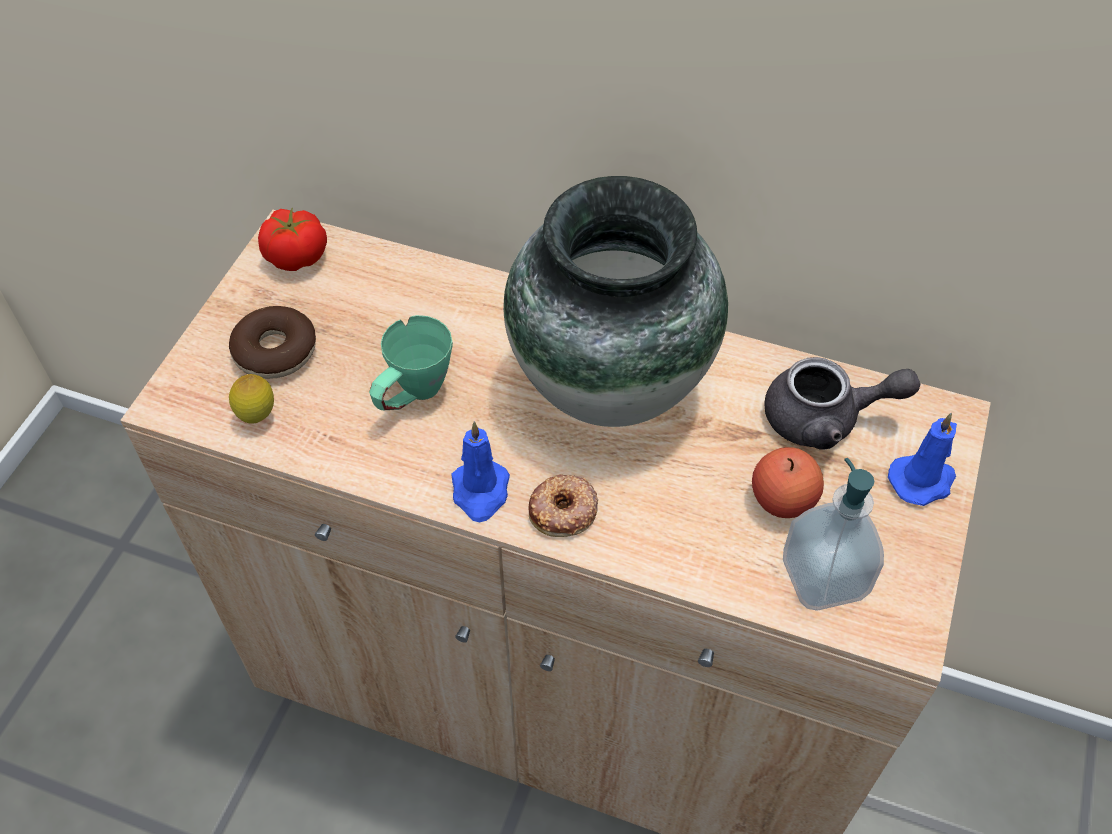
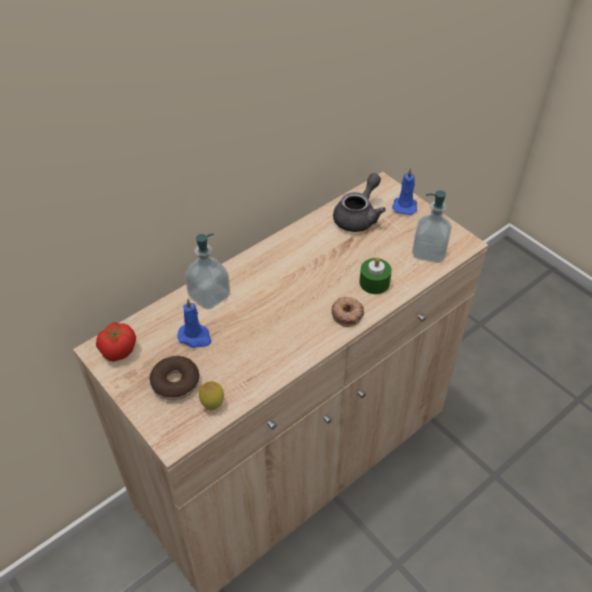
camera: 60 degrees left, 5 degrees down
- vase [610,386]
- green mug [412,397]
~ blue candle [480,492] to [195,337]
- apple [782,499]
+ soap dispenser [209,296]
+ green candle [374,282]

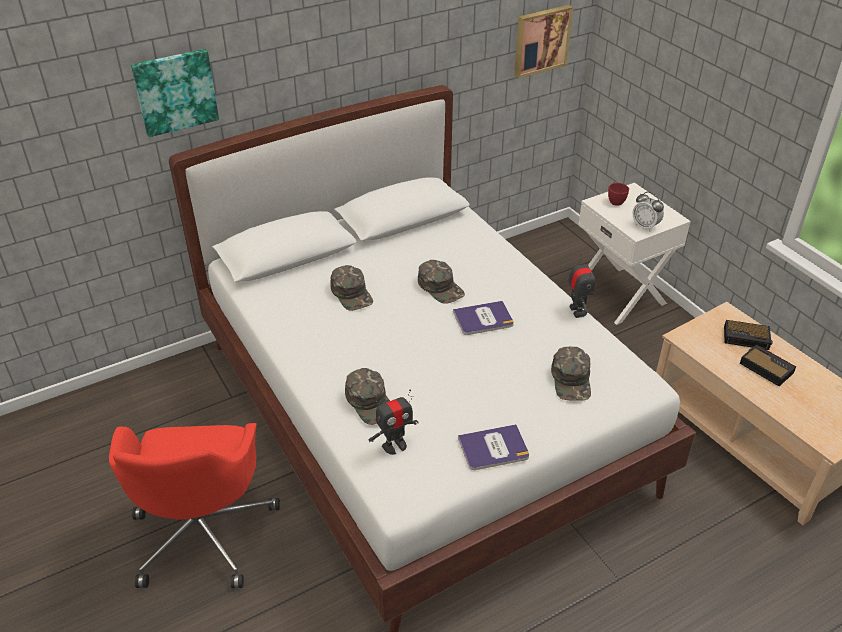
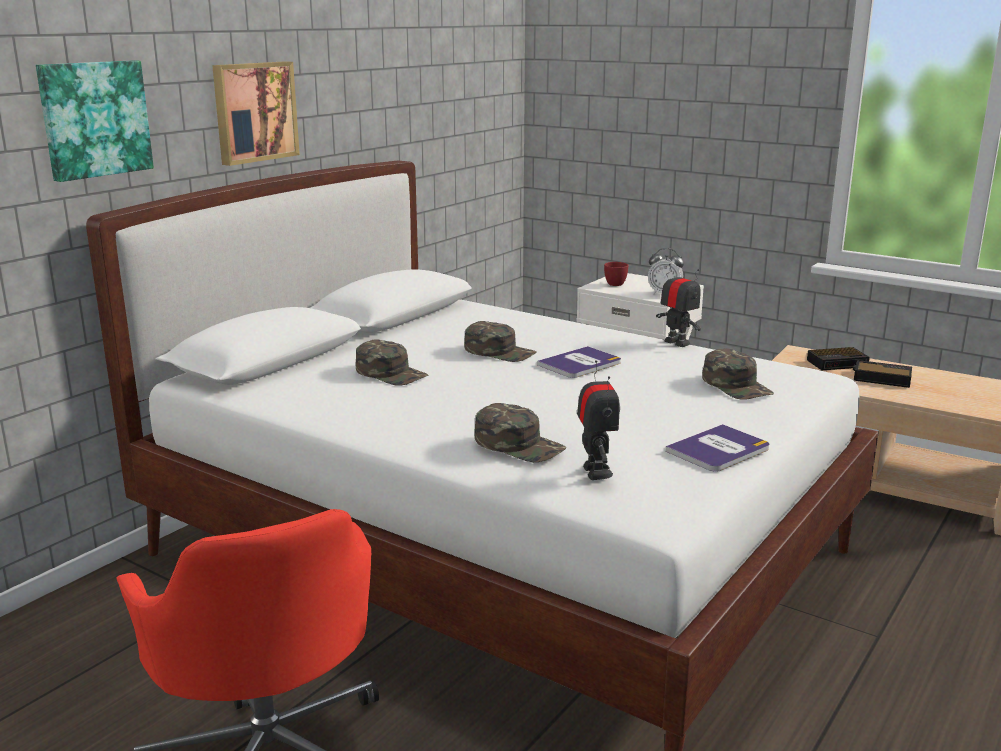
camera: 25 degrees left, 20 degrees down
~ picture [541,40] to [254,112]
~ toy robot [394,445] = [596,472] 45 degrees counterclockwise

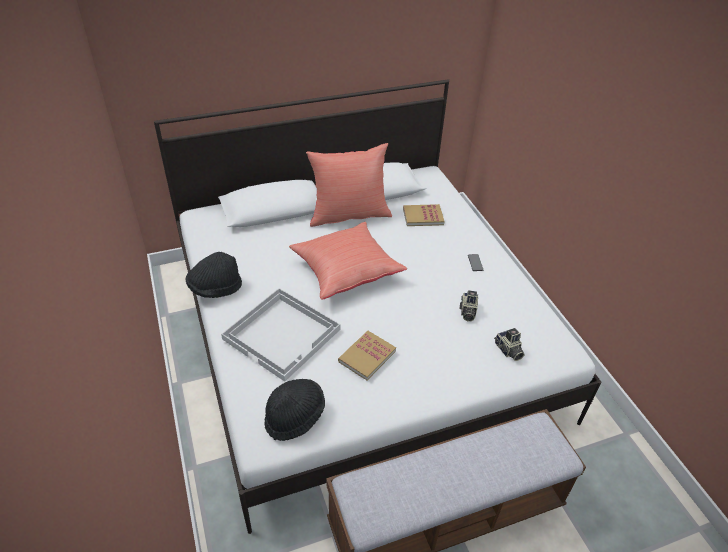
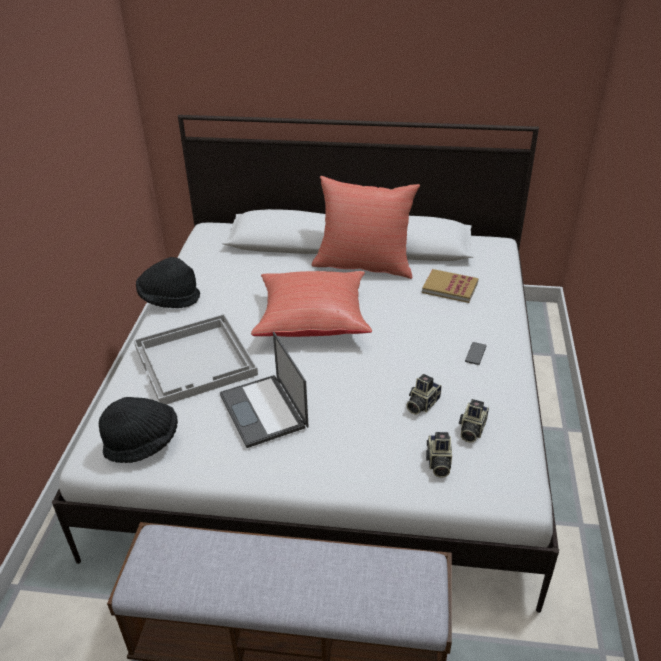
camera: 30 degrees right, 5 degrees down
~ book [367,356] to laptop [264,411]
+ photo camera [471,429]

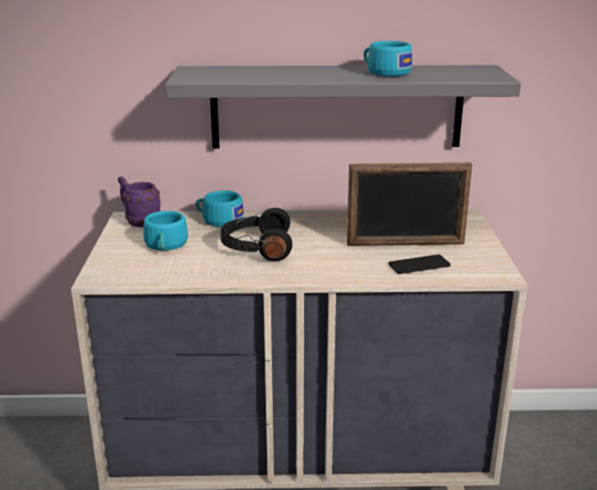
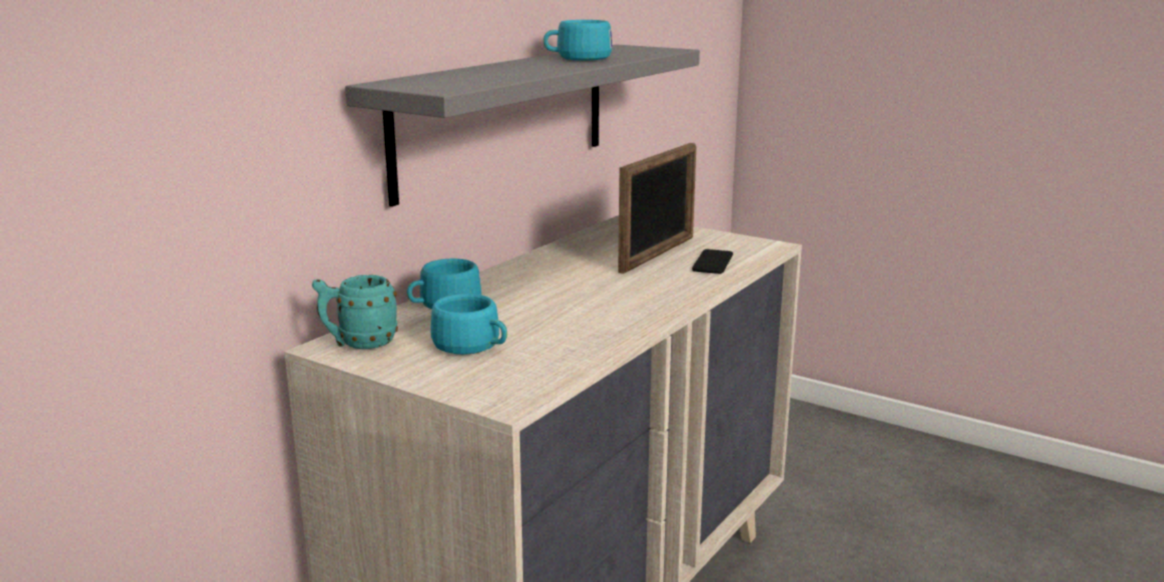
camera: 55 degrees left, 5 degrees down
~ purple mug [139,221] to turquoise mug [358,343]
- black headphones [256,248]

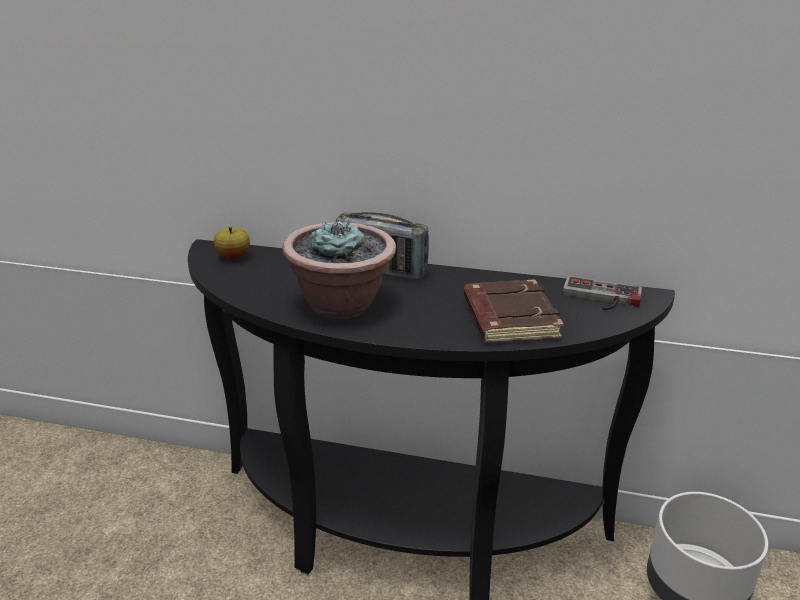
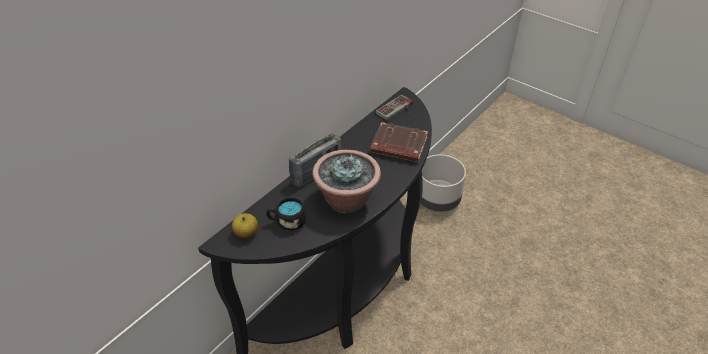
camera: 65 degrees left, 15 degrees up
+ black mug [287,222]

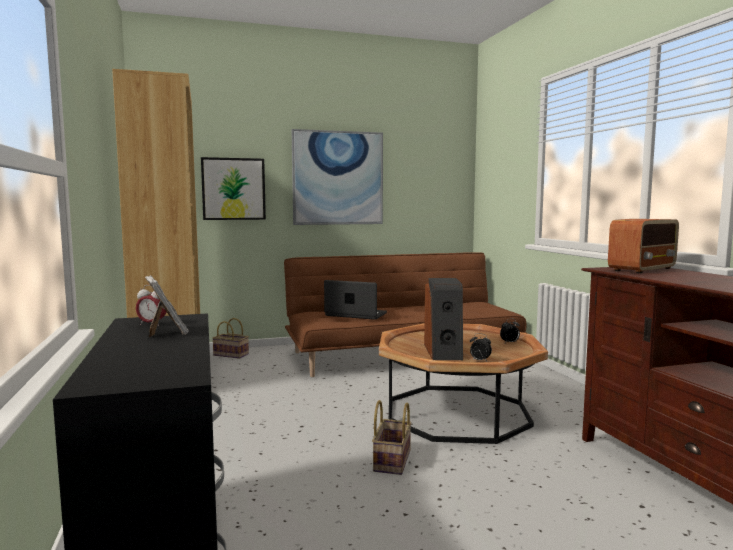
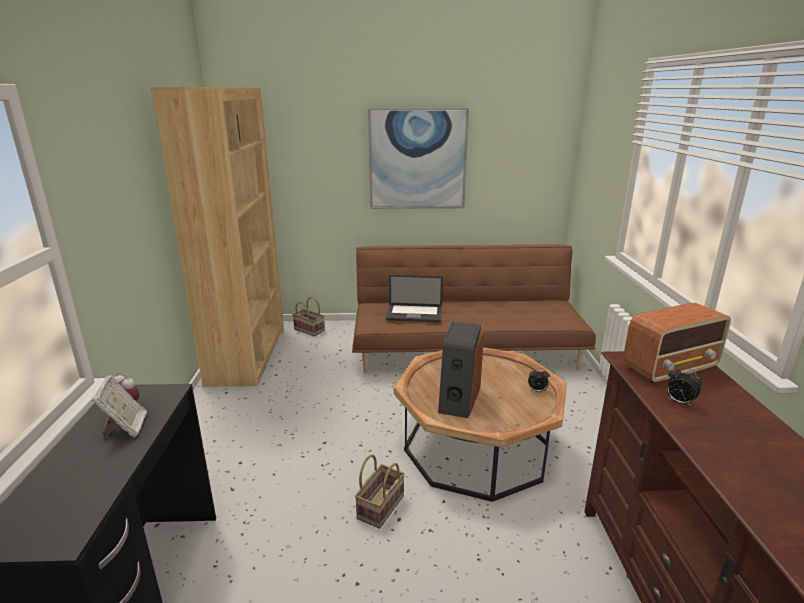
camera: 15 degrees right, 15 degrees up
- picture [233,189]
~ laptop [356,314] = [414,314] 150 degrees clockwise
~ alarm clock [479,361] to [678,402]

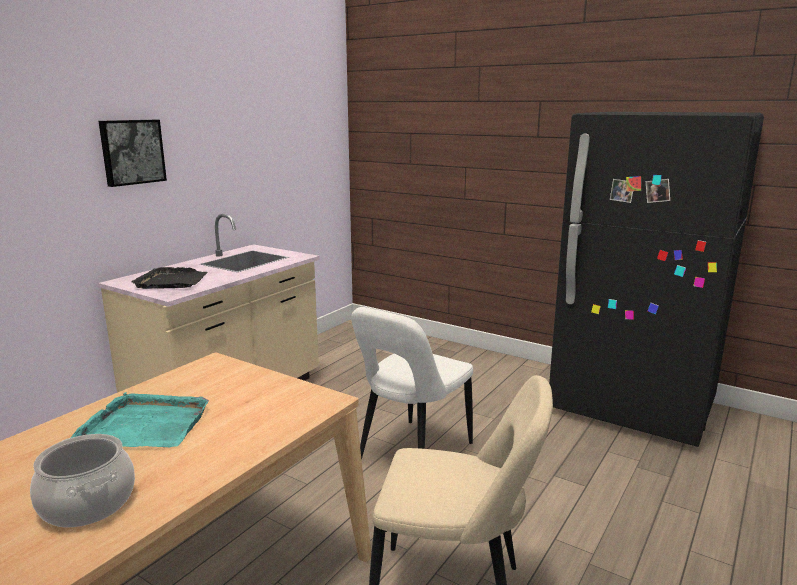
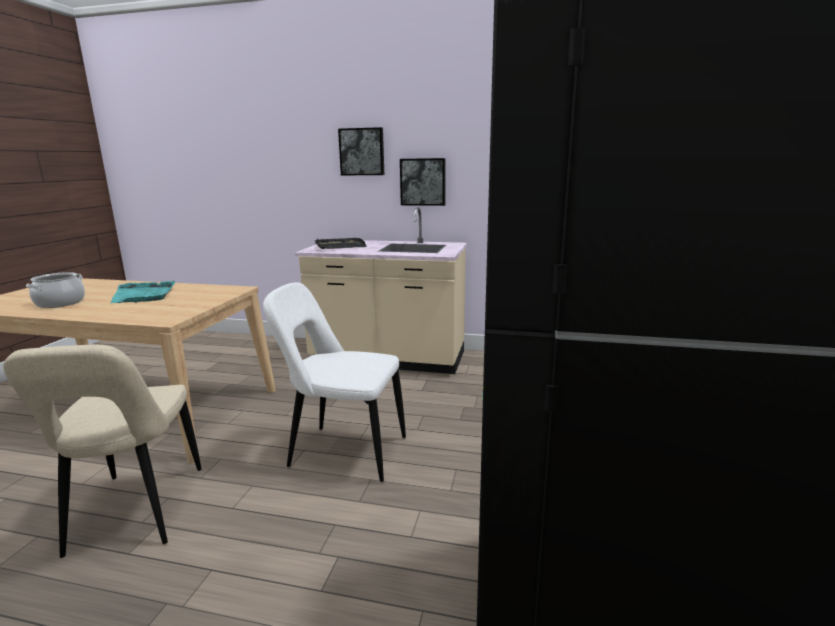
camera: 70 degrees right, 0 degrees up
+ picture [423,182]

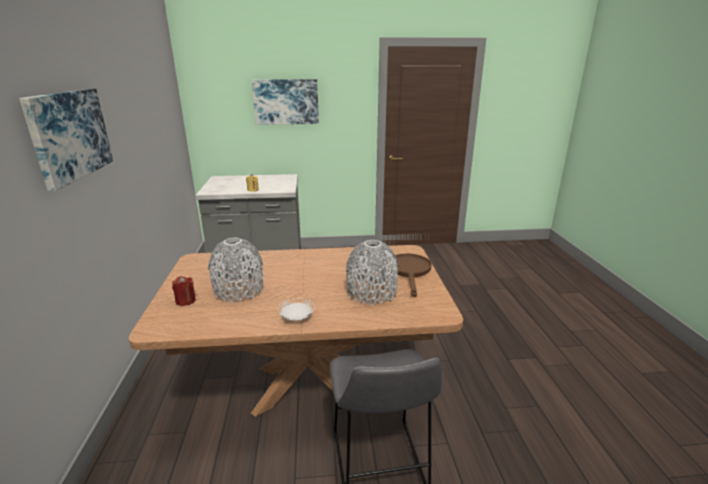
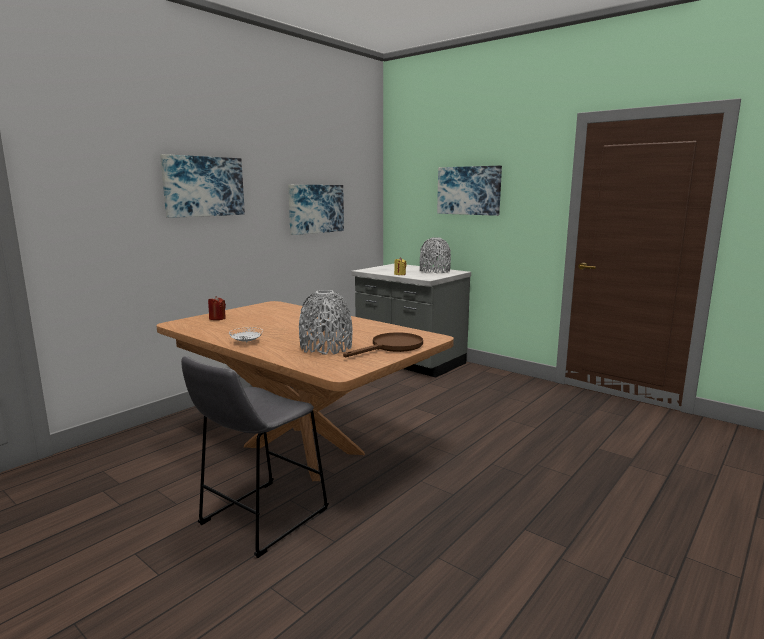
camera: 45 degrees right, 10 degrees down
~ grey vase [239,290] to [434,271]
+ picture [315,209]

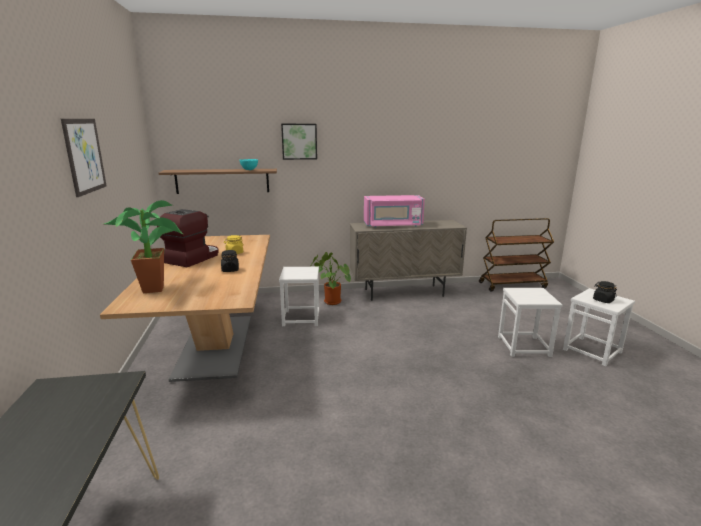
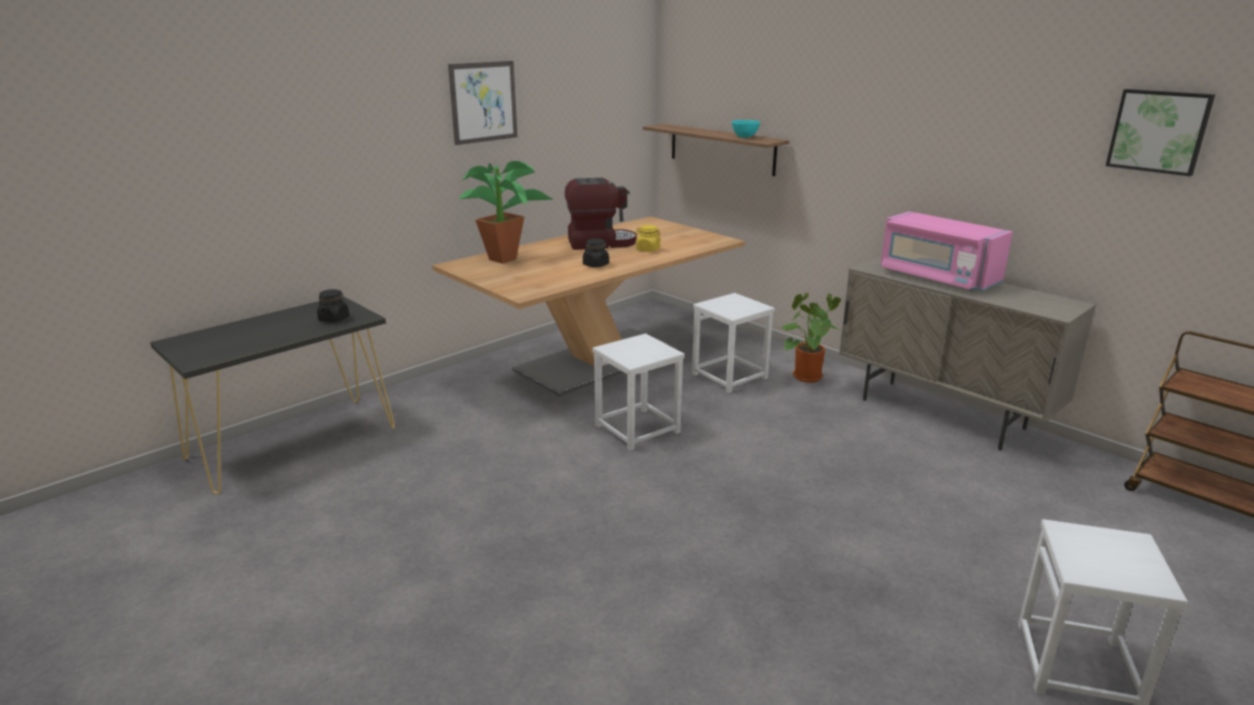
camera: 55 degrees right, 5 degrees up
~ picture [299,141] to [1159,131]
~ black jar [603,300] to [334,319]
~ white stool [524,346] to [637,429]

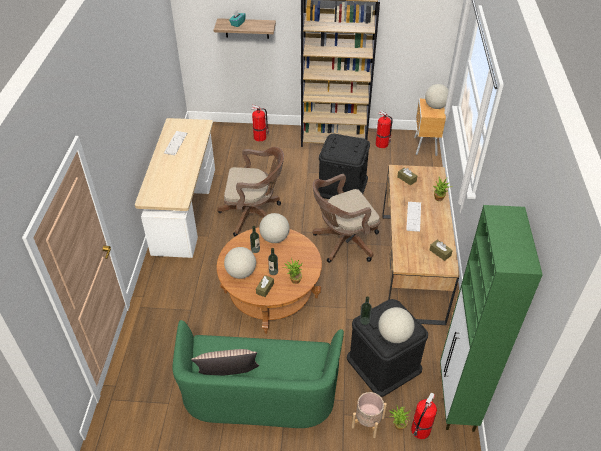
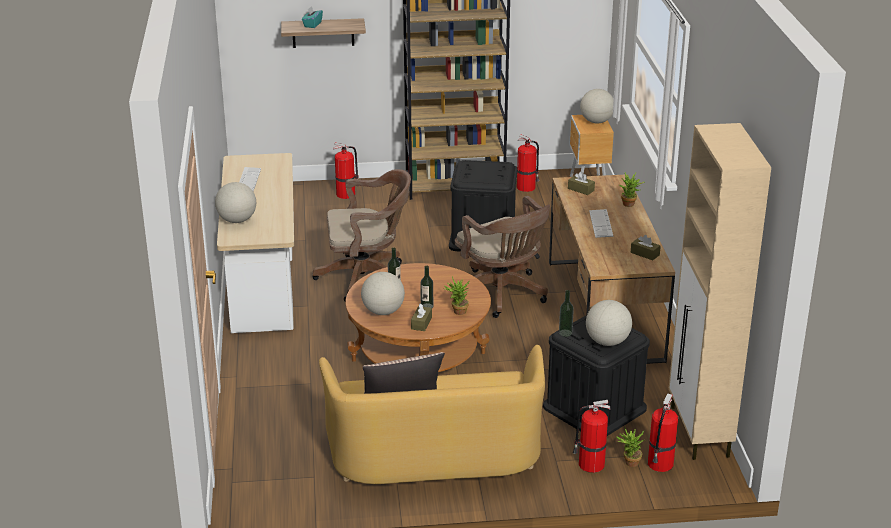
camera: 10 degrees left, 15 degrees down
~ brown office chair [343,242] = [502,295] 90 degrees counterclockwise
~ green cabinet [456,401] to beige cabinet [699,432]
~ globe [274,238] to [237,220]
~ green sofa [259,393] to yellow sofa [435,453]
~ beige planter [368,422] to fire extinguisher [590,464]

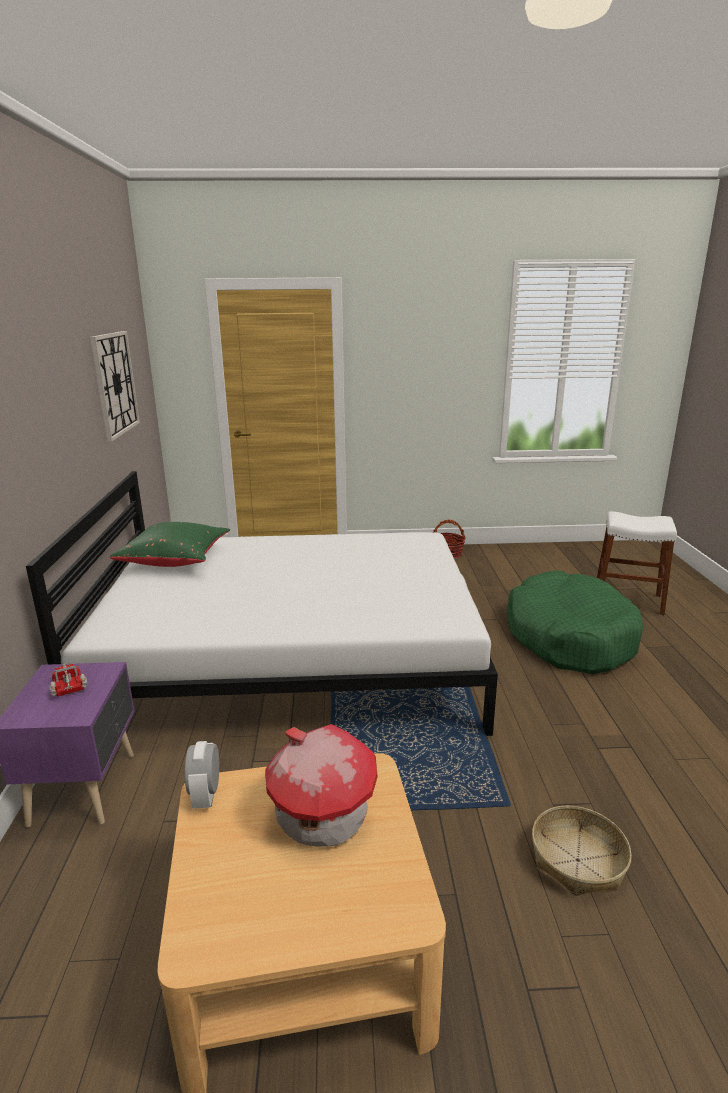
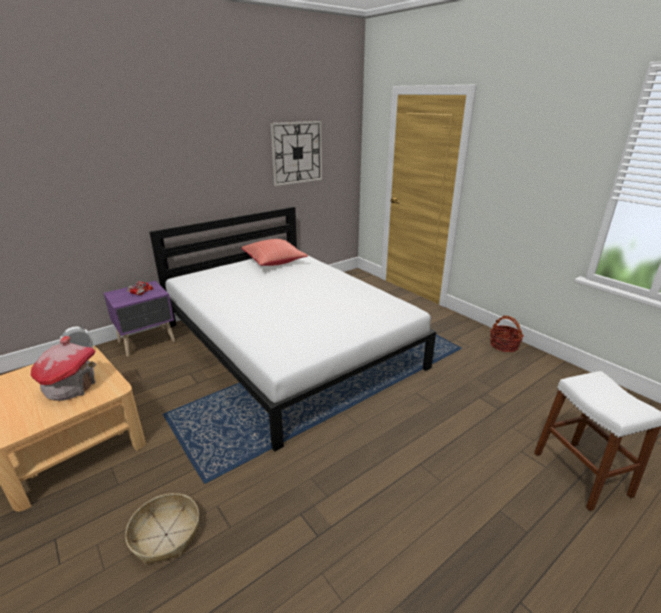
camera: 55 degrees right, 5 degrees up
~ green pillow [176,560] to red pillow [274,262]
- green dog bed [569,637]

